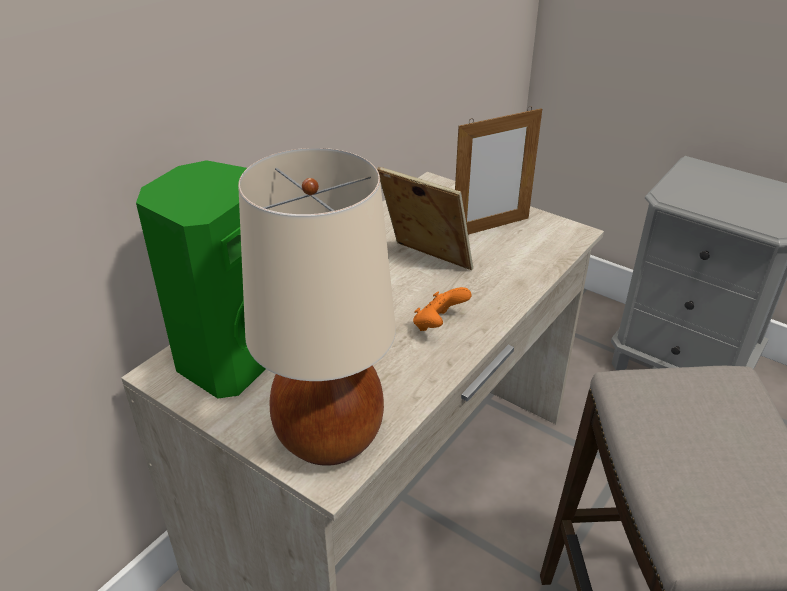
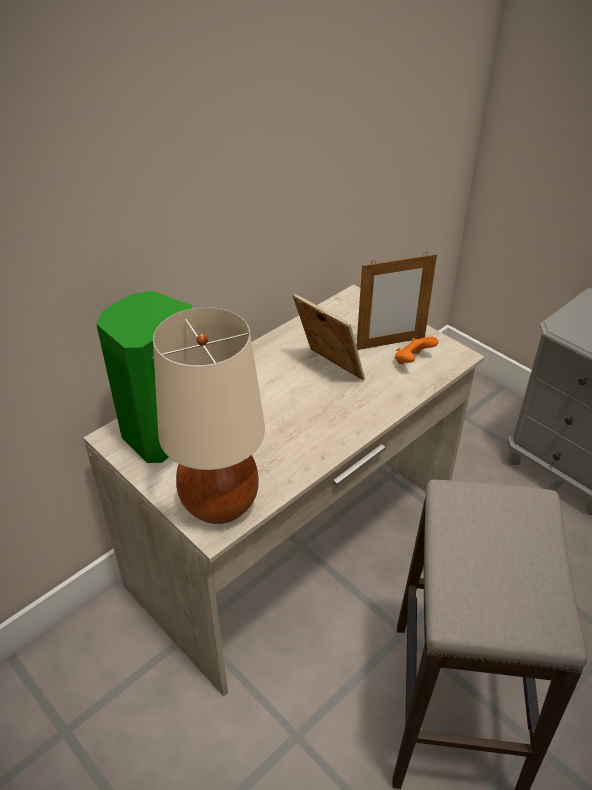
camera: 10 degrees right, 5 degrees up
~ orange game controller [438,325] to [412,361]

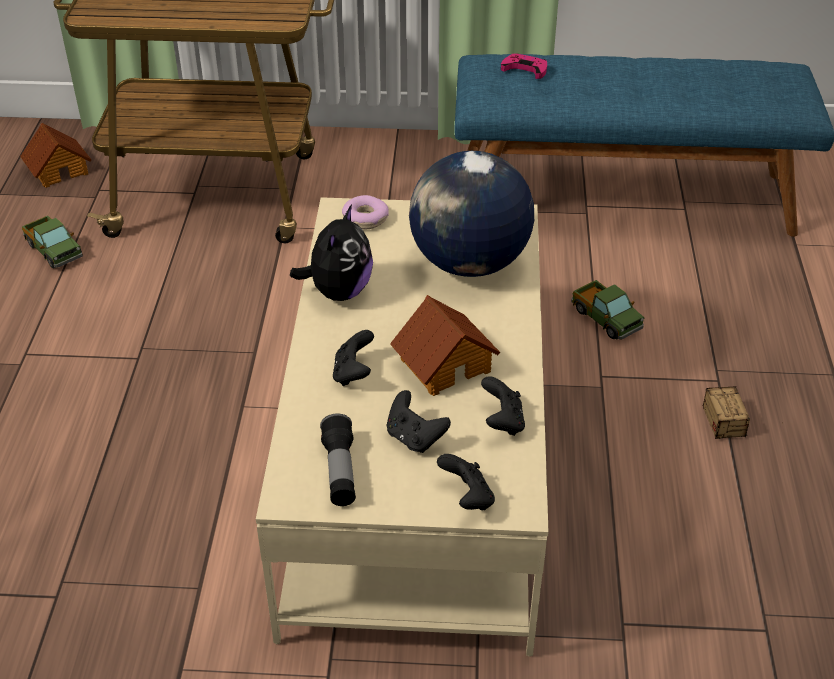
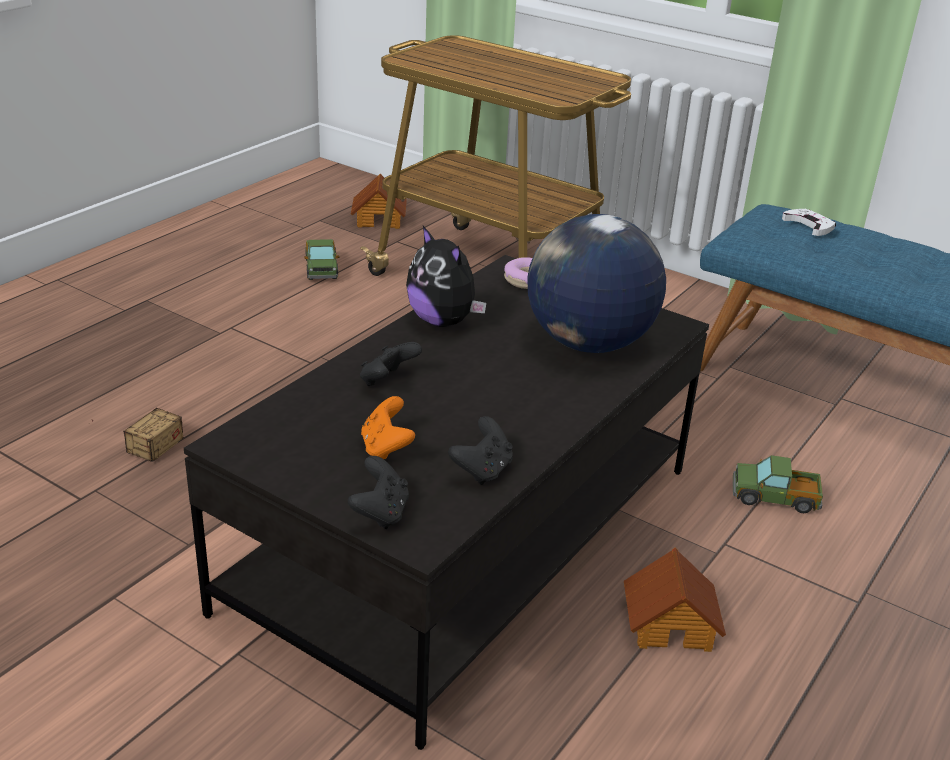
camera: 30 degrees right, 10 degrees down
~ pink game controller [525,69] to white game controller [809,226]
~ beige coffee table [415,465] to black coffee table [465,537]
~ plush toy [338,291] = [443,321] 90 degrees clockwise
~ toy truck [605,319] = [774,498] 105 degrees clockwise
~ toy house [444,364] to [670,624]
~ storage box [732,445] to [133,463]
~ black game controller [414,438] to orange game controller [386,448]
- flashlight [340,471]

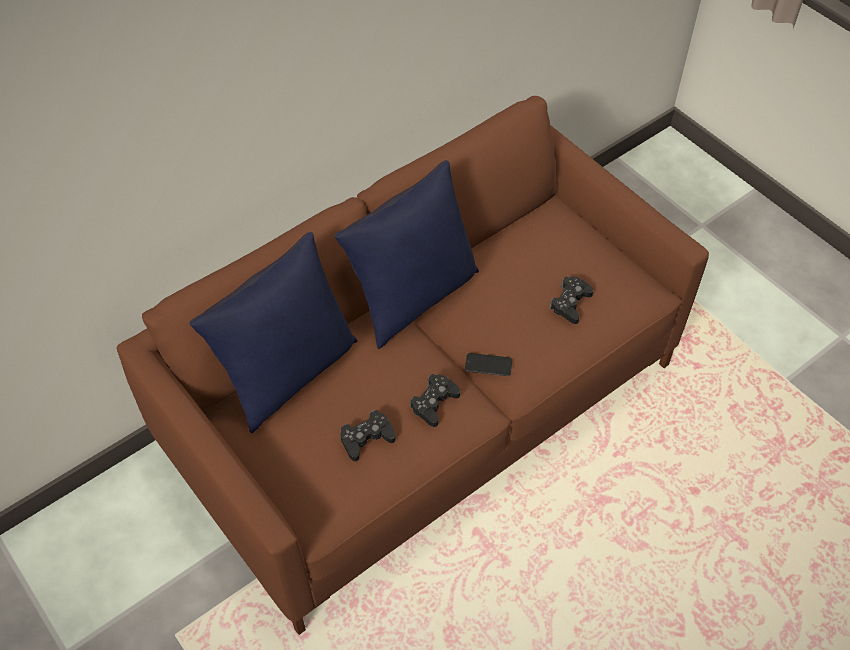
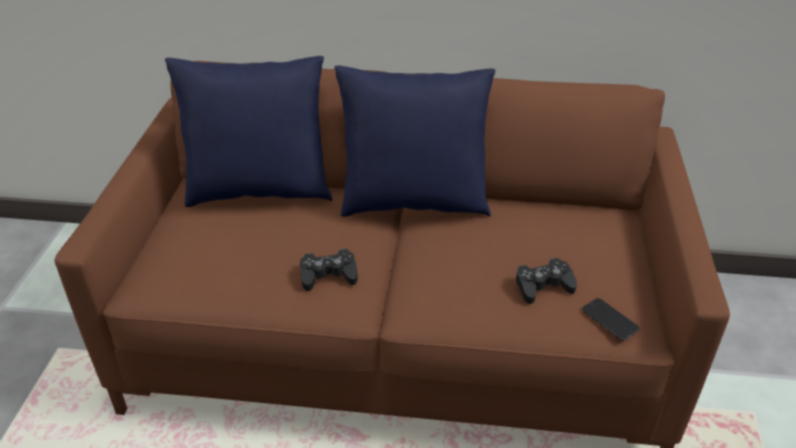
camera: 45 degrees right, 15 degrees down
~ phone [488,365] to [610,319]
- black game controller [366,438]

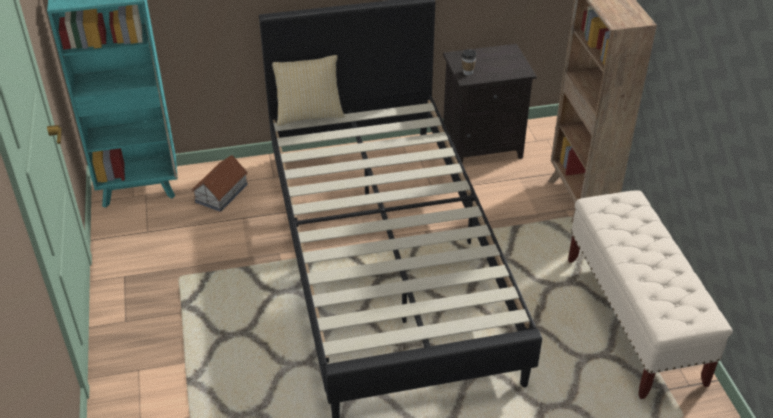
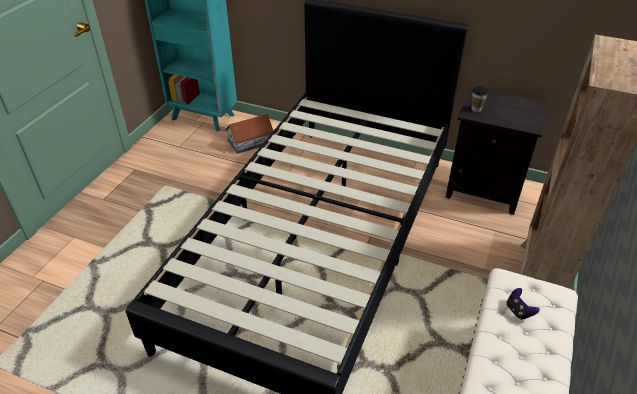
camera: 35 degrees right, 0 degrees up
- pillow [309,115]
+ game controller [518,311]

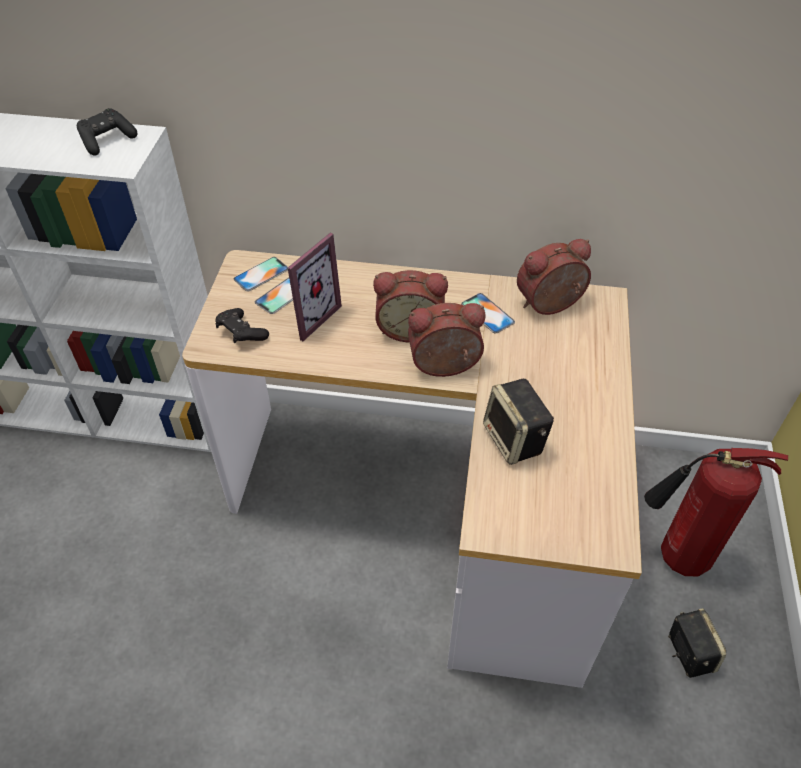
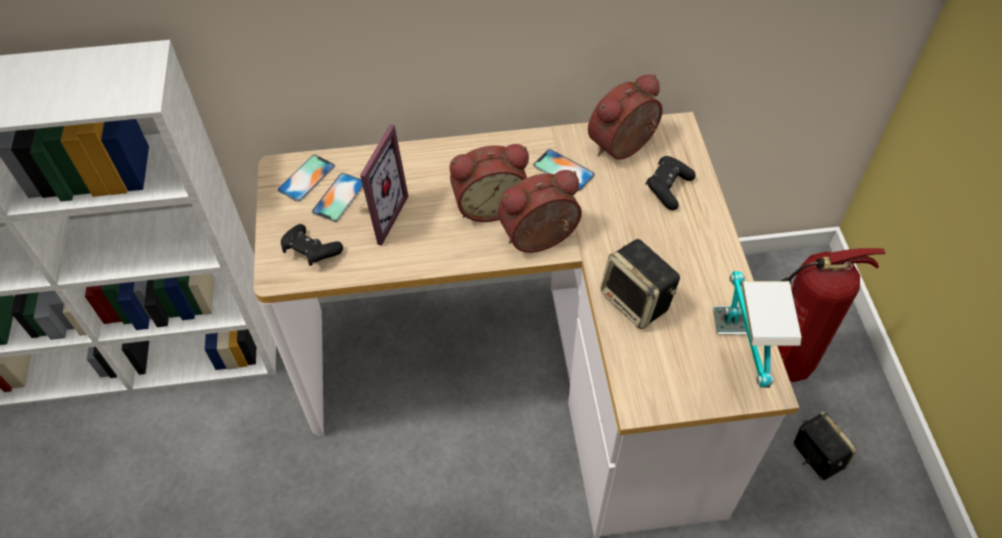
camera: 15 degrees left, 5 degrees up
~ black game controller [107,140] to [667,188]
+ table lamp [736,365]

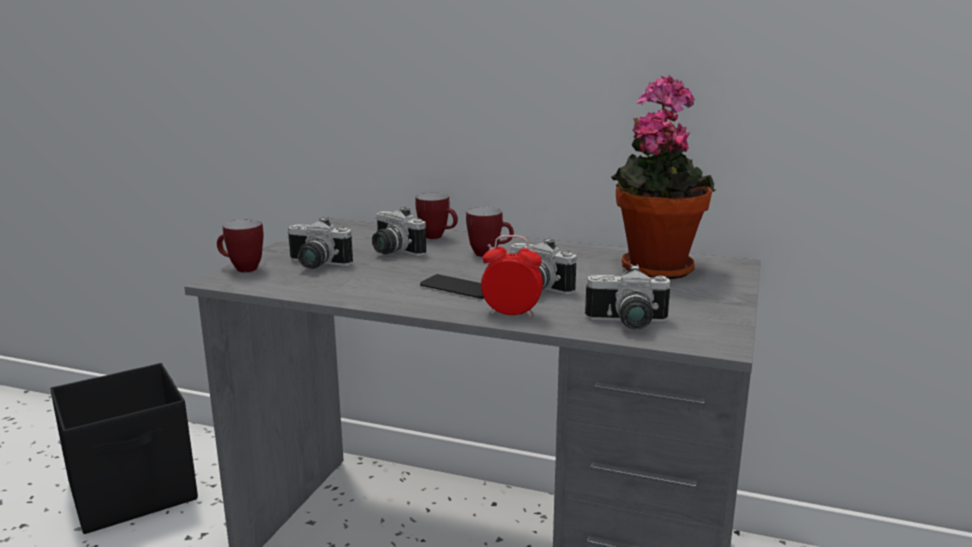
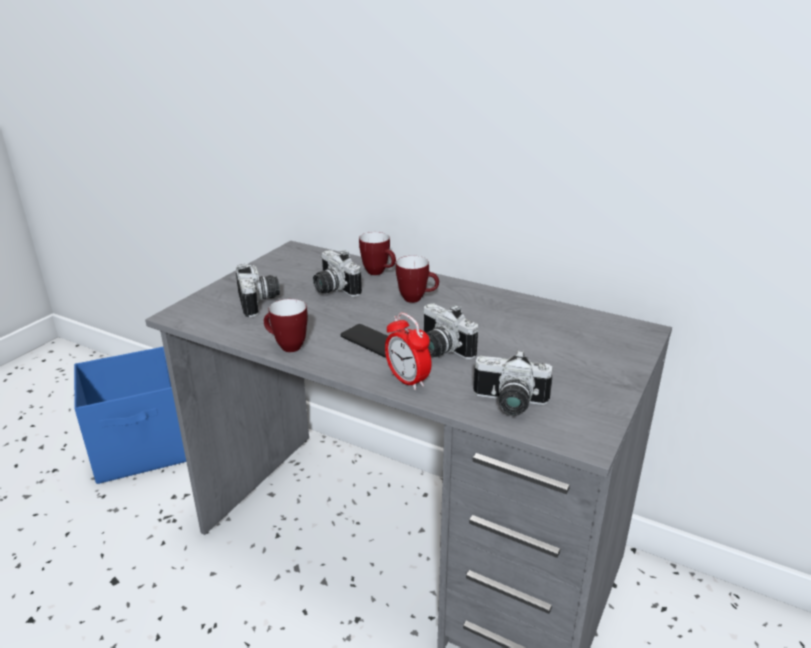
camera: 10 degrees right, 10 degrees up
- potted plant [654,266]
~ photo camera [315,265] = [260,302] 135 degrees counterclockwise
~ mug [241,269] to [286,346]
~ alarm clock [511,313] = [407,380] 150 degrees counterclockwise
~ black storage box [135,492] to blue storage box [141,449]

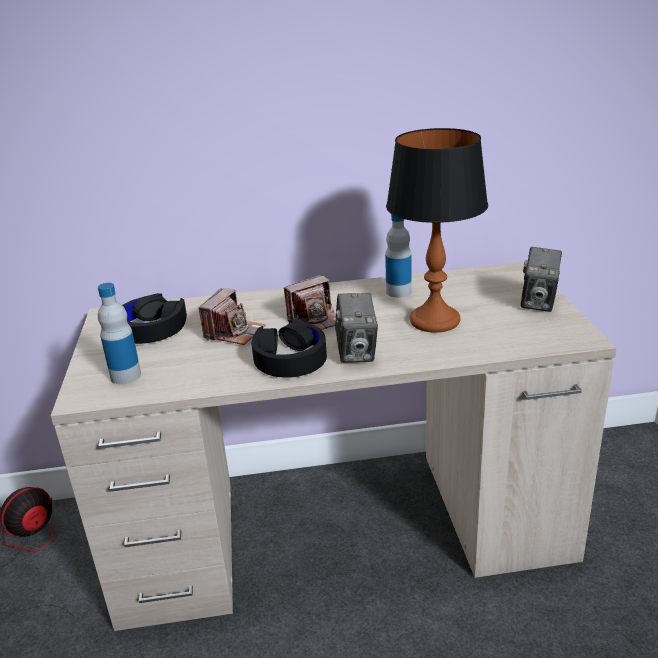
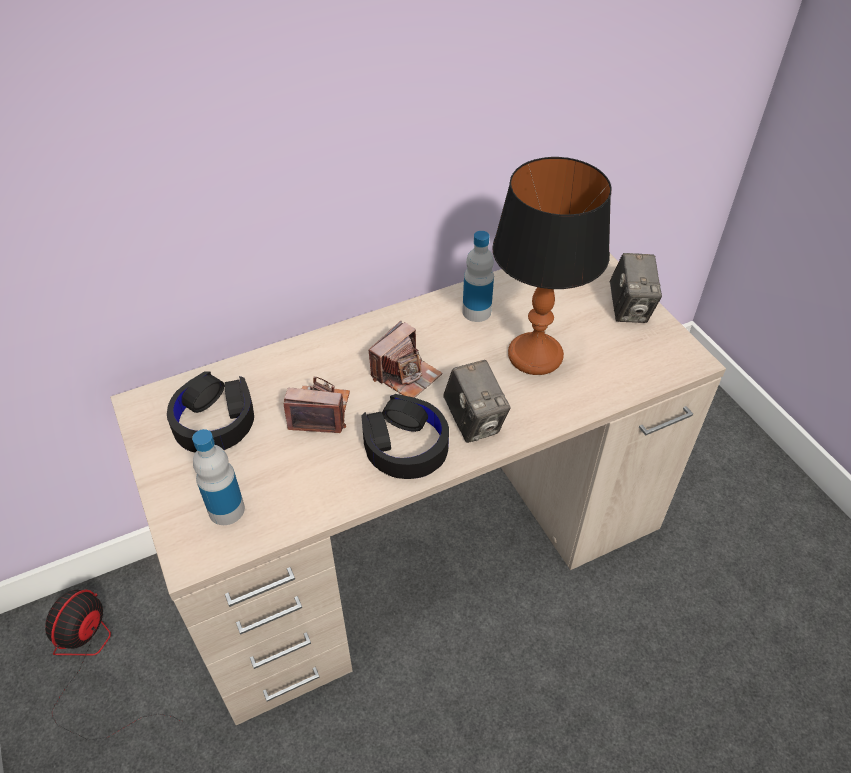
camera: 20 degrees left, 20 degrees up
~ photo camera [234,332] = [320,412] 90 degrees counterclockwise

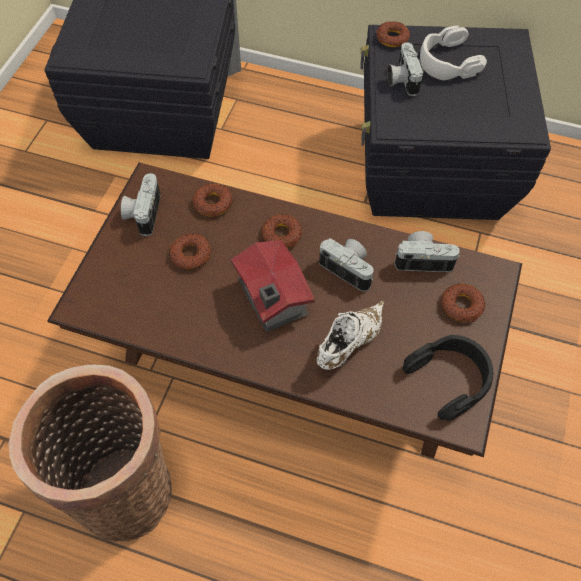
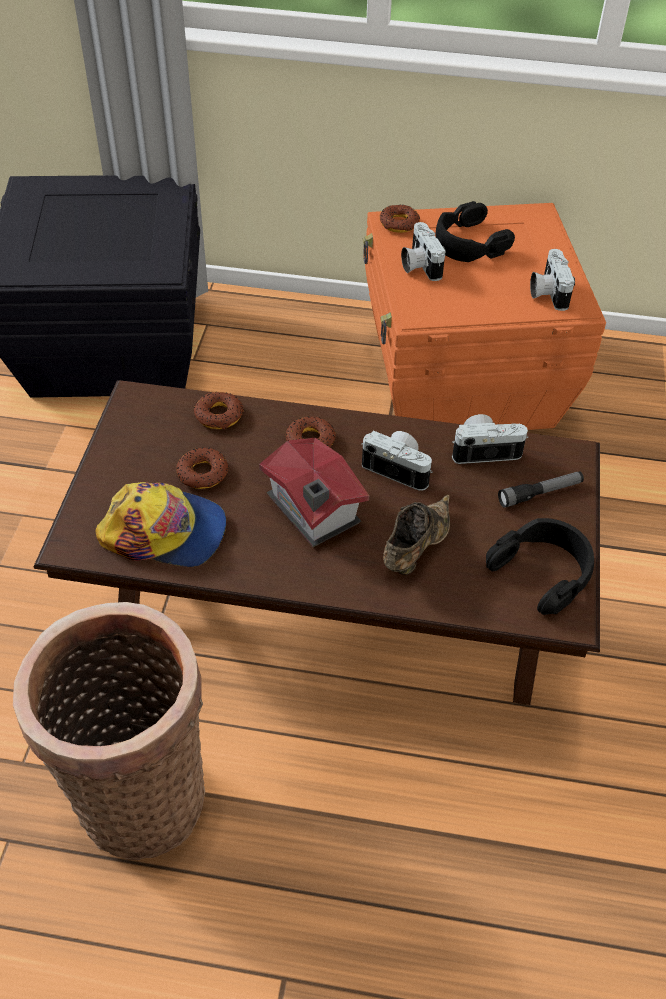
camera: 10 degrees left, 10 degrees down
~ black storage box [430,170] to orange storage box [461,381]
~ white headphones [447,62] to black headphones [469,242]
~ photo camera [143,213] to [547,292]
~ donut [462,306] to flashlight [540,493]
~ white shoe [348,344] to brown shoe [415,549]
+ cap [165,532]

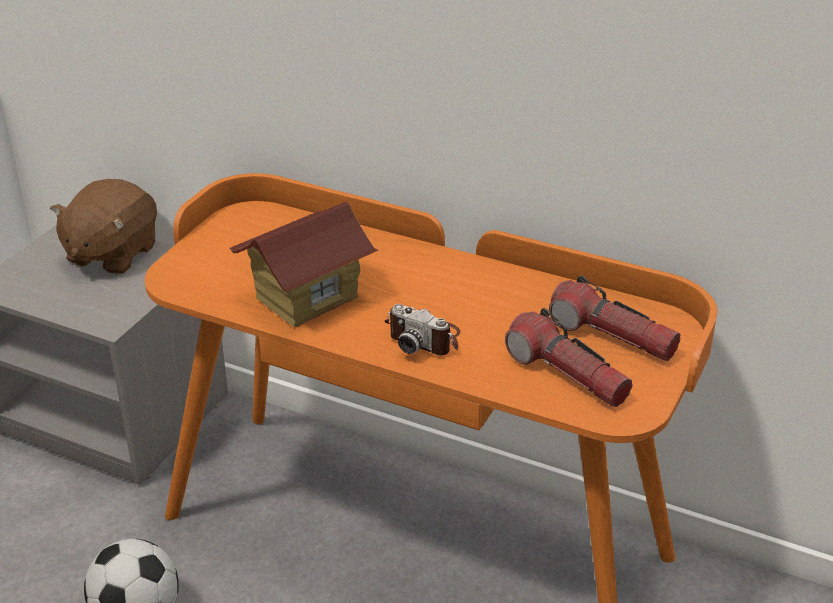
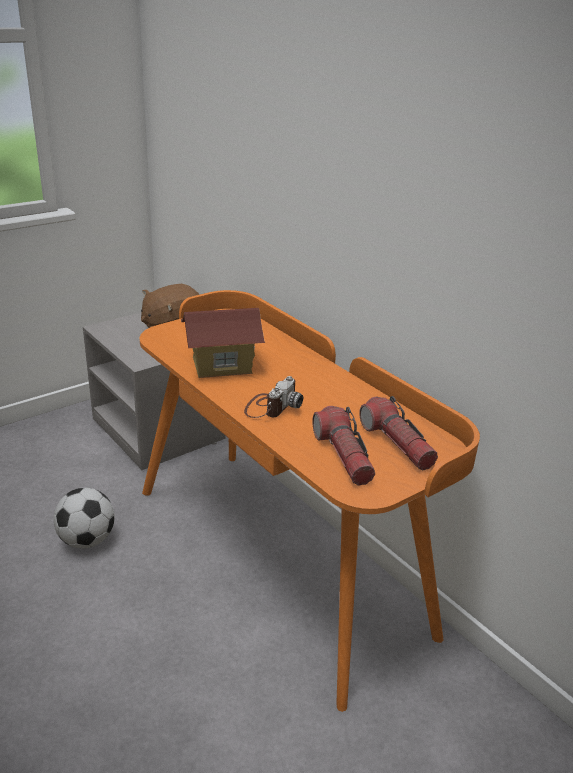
camera: 25 degrees right, 5 degrees down
~ photo camera [424,337] = [271,406] 120 degrees counterclockwise

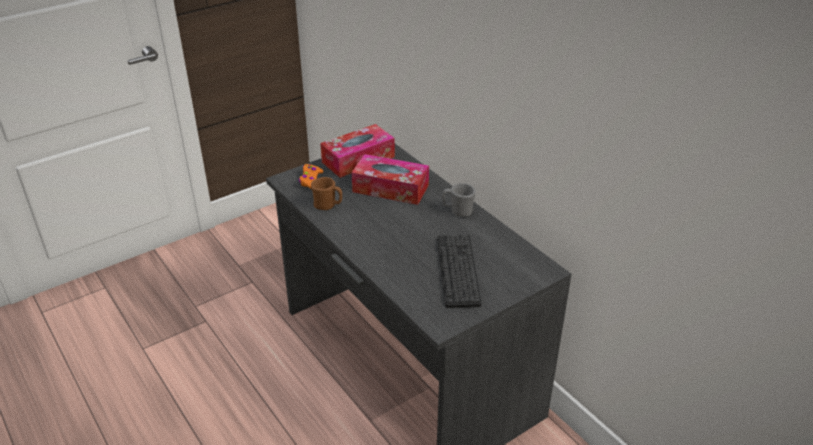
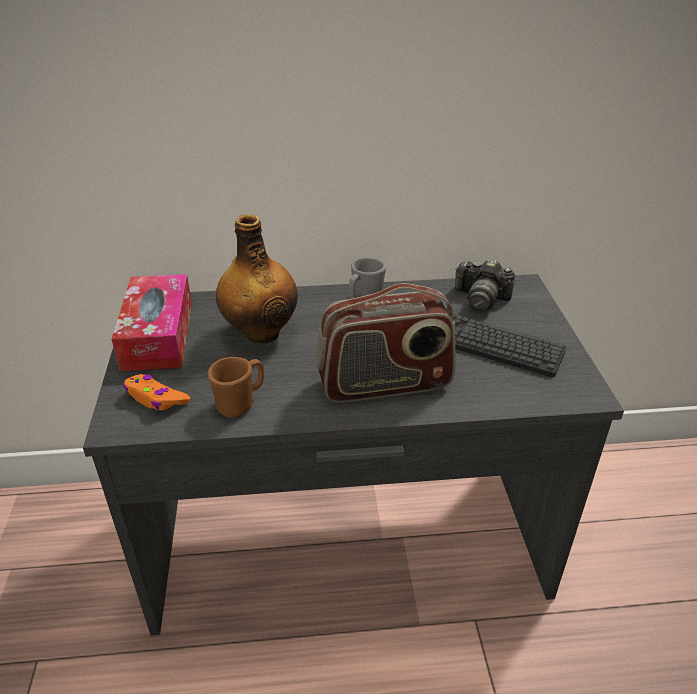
camera: 60 degrees left, 0 degrees up
~ tissue box [390,188] to bottle [261,332]
+ photo camera [481,299]
+ radio [385,384]

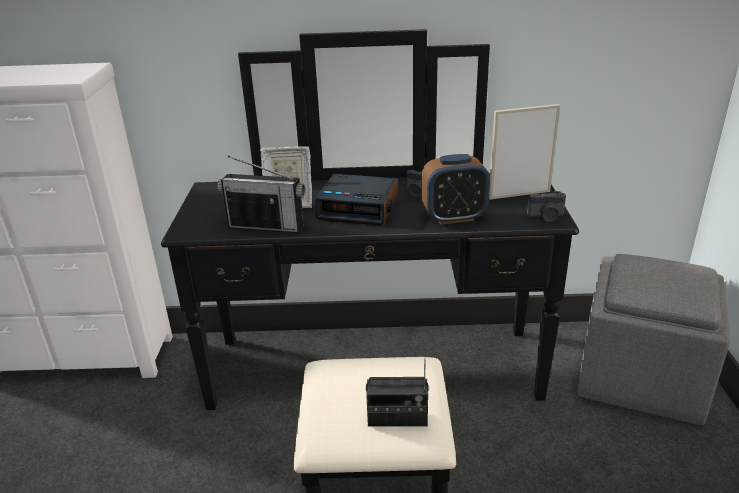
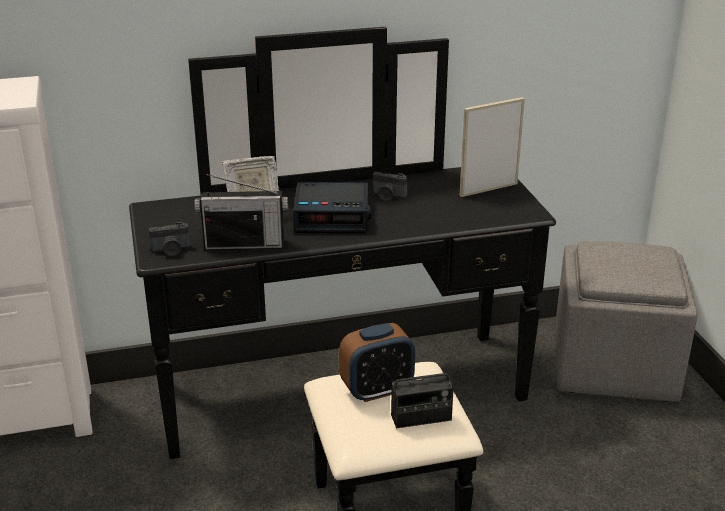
camera: 15 degrees left, 0 degrees up
~ alarm clock [454,217] to [377,390]
~ photo camera [546,217] to [171,250]

